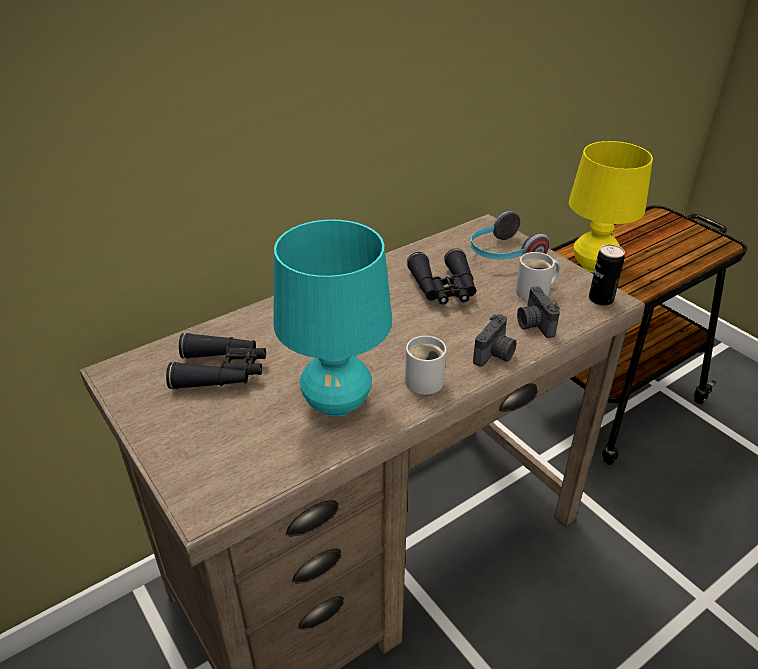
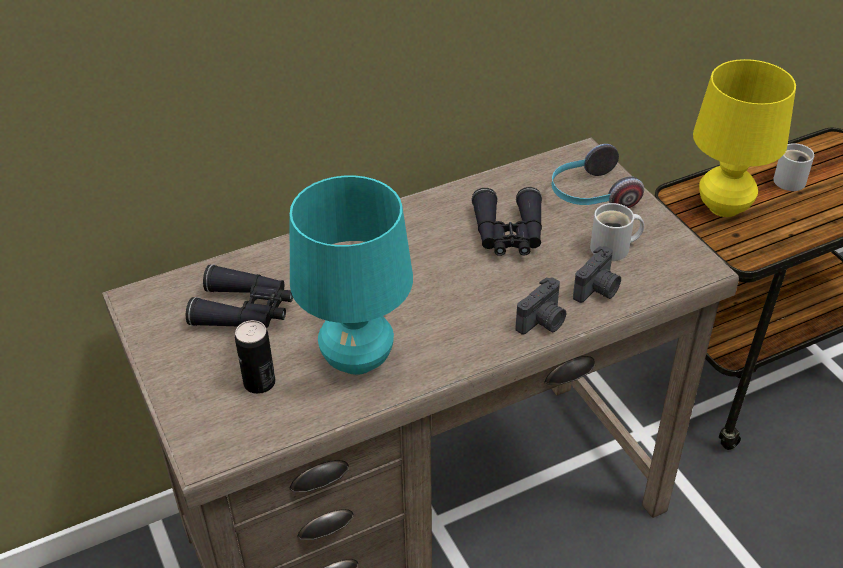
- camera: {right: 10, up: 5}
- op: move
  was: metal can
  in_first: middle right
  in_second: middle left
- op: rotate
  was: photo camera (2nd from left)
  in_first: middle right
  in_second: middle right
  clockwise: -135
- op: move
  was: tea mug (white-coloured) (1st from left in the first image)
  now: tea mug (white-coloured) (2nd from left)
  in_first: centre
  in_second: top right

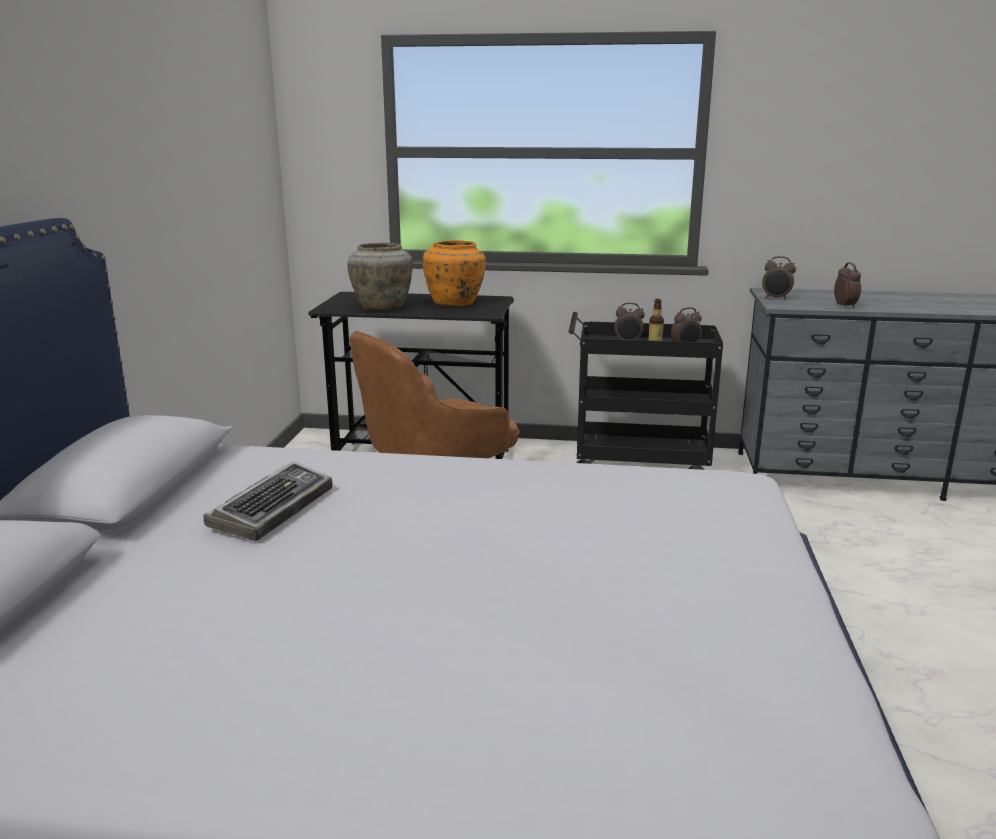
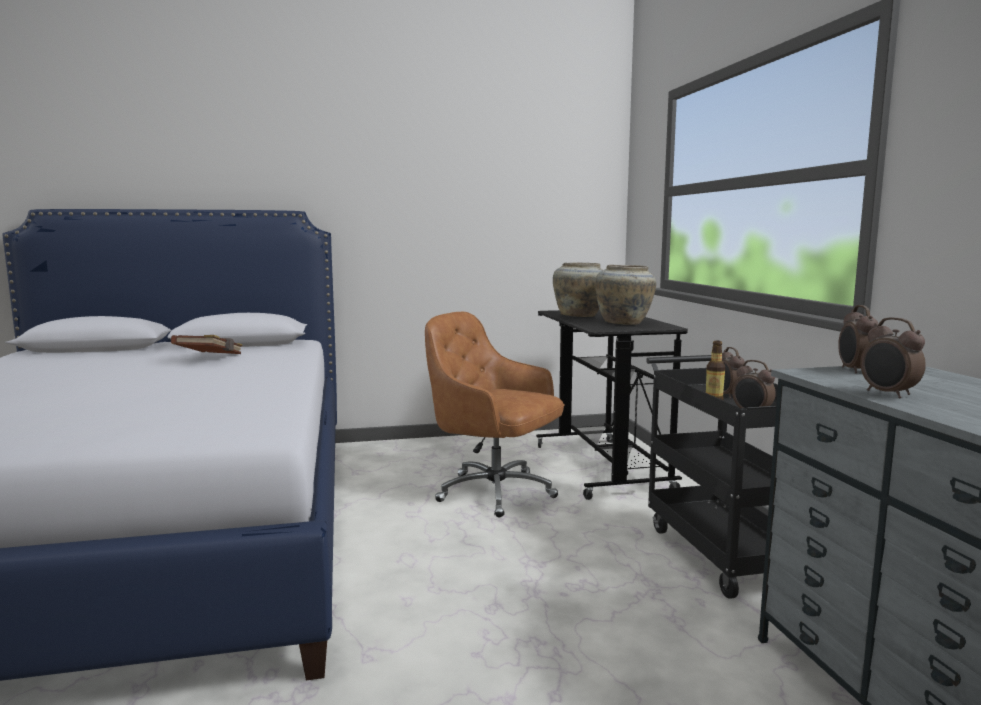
- camera: {right: 70, up: -10}
- op: recolor
  was: flower vase (orange-coloured)
  now: flower vase (sand-coloured) (2nd from left)
  in_first: top centre
  in_second: centre
- op: rotate
  was: bedside clock (4th from left)
  in_first: middle right
  in_second: middle right
  clockwise: 90
- op: replace
  was: PC keyboard
  now: book (brownish)
  in_first: middle left
  in_second: middle left

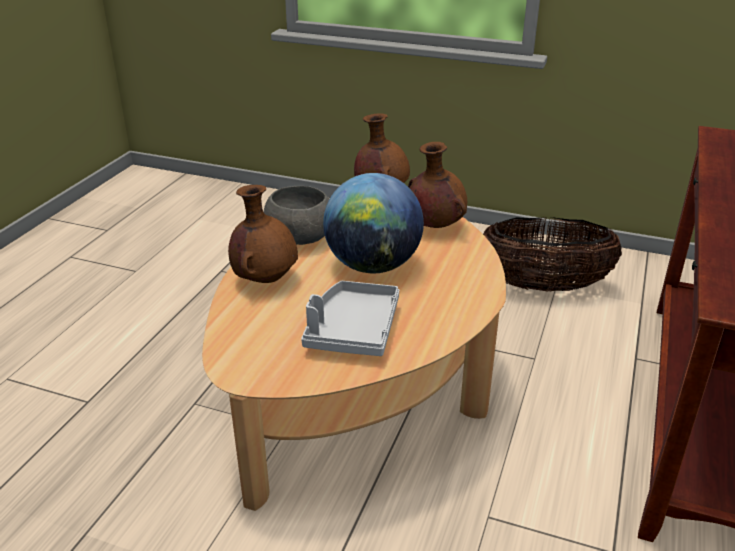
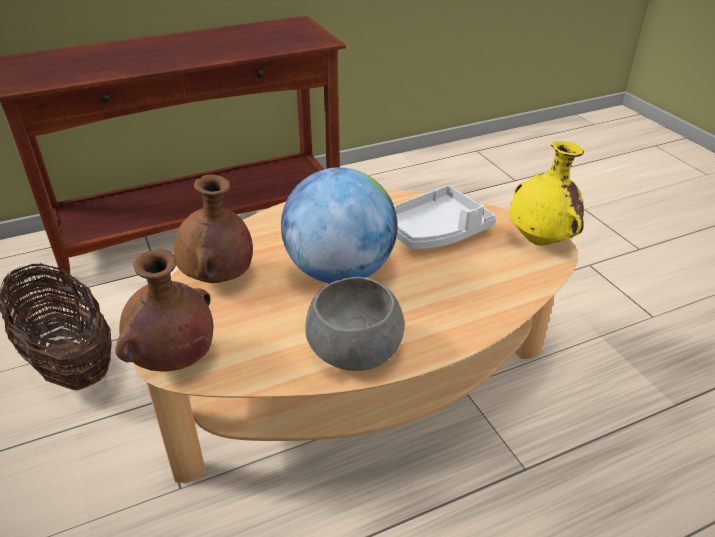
- camera: {right: -135, up: 5}
- op: delete
  was: flower vase (brownish) (1st from left)
  in_first: centre
- op: insert
  now: flower vase (yellowish)
  in_second: middle right

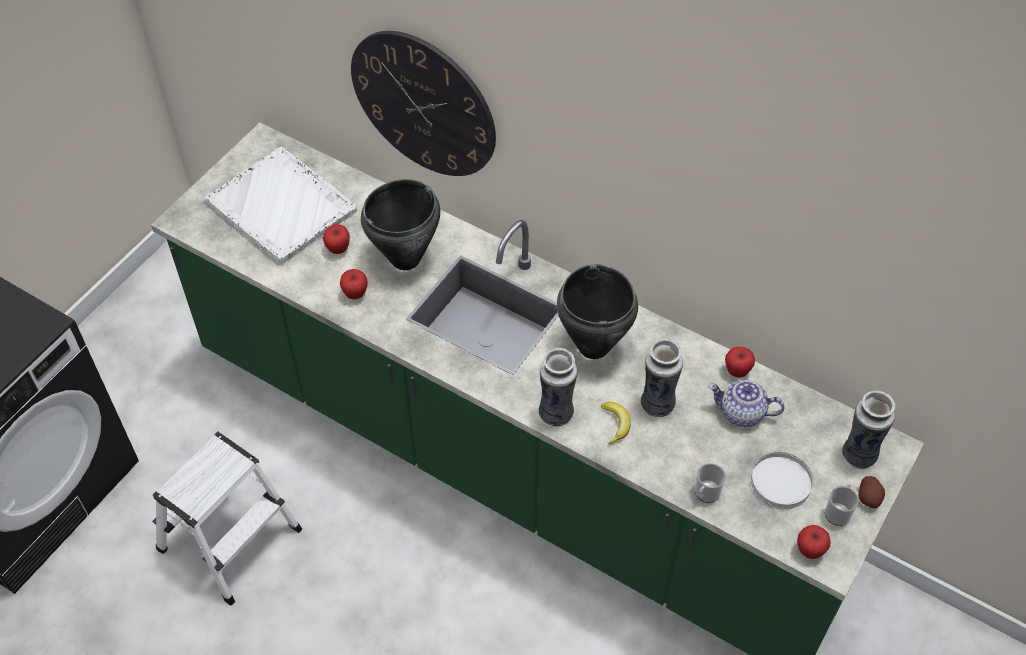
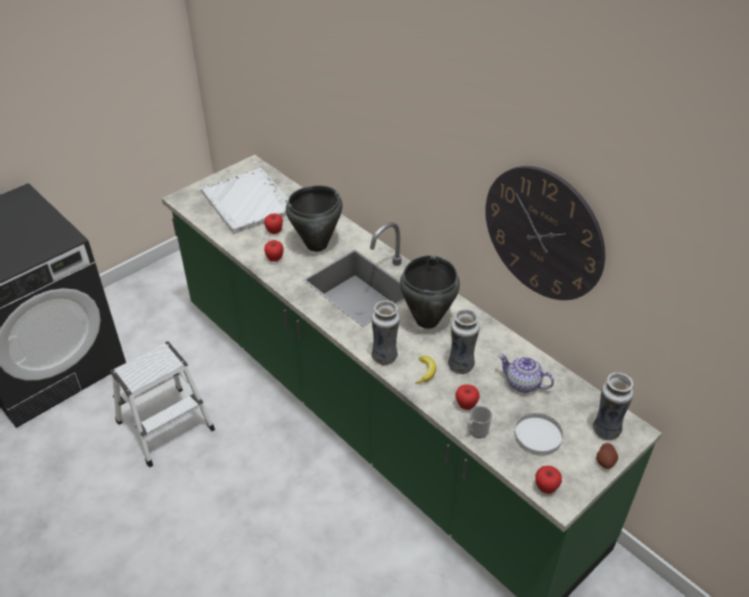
- camera: {right: 15, up: -10}
- op: move
  was: hanging clock
  in_first: top centre
  in_second: middle right
- op: move
  was: apple fruit (3rd from left)
  in_first: middle right
  in_second: centre
- op: delete
  was: tea mug (2nd from left)
  in_first: bottom right

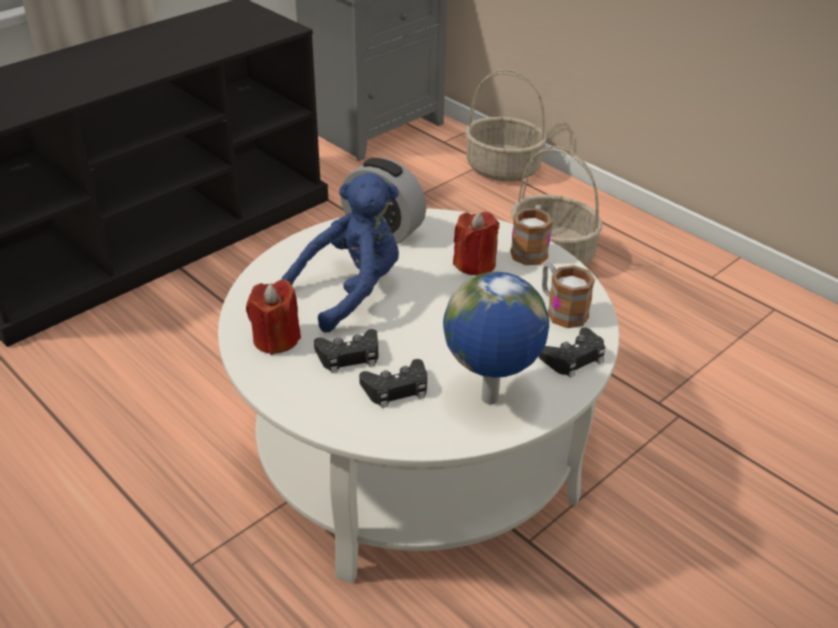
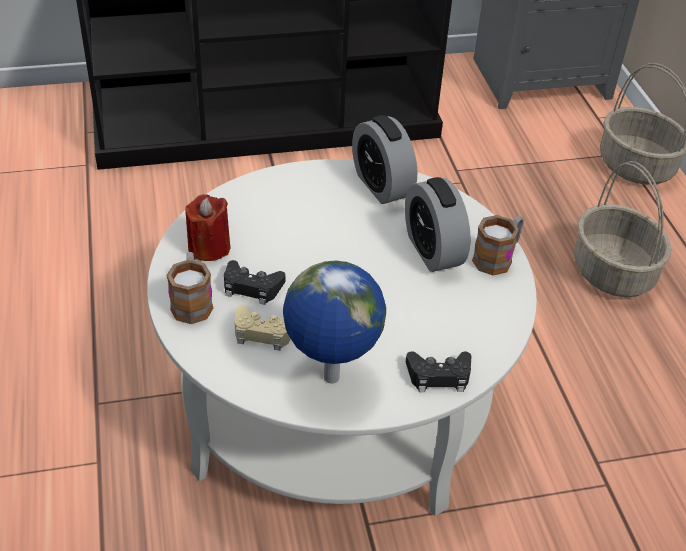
- camera: {right: 30, up: 5}
- op: delete
  was: plush toy (bluish)
  in_first: centre
- op: replace
  was: candle (reddish) (2nd from left)
  now: bedside clock (2nd from left)
  in_first: centre
  in_second: centre
- op: move
  was: tea mug (2nd from left in the first image)
  now: tea mug (1st from left)
  in_first: middle right
  in_second: middle left
- op: recolor
  was: joypad (black-coloured) (2nd from left)
  now: joypad (sand-coloured)
  in_first: centre
  in_second: centre

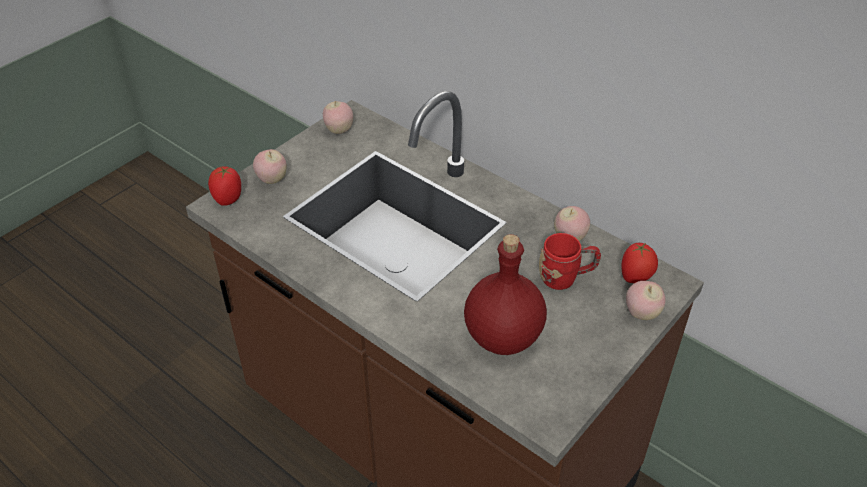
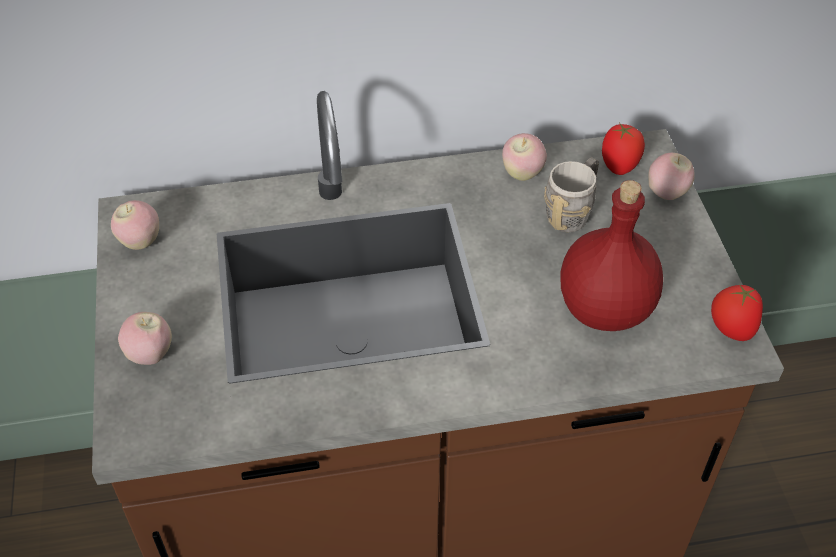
- camera: {right: -50, up: 5}
- op: move
  was: fresh tomato (1st from left in the first image)
  now: fresh tomato (2nd from left)
  in_first: middle left
  in_second: middle right
- op: recolor
  was: tea mug (reddish)
  now: tea mug (greyish)
  in_first: centre
  in_second: middle right

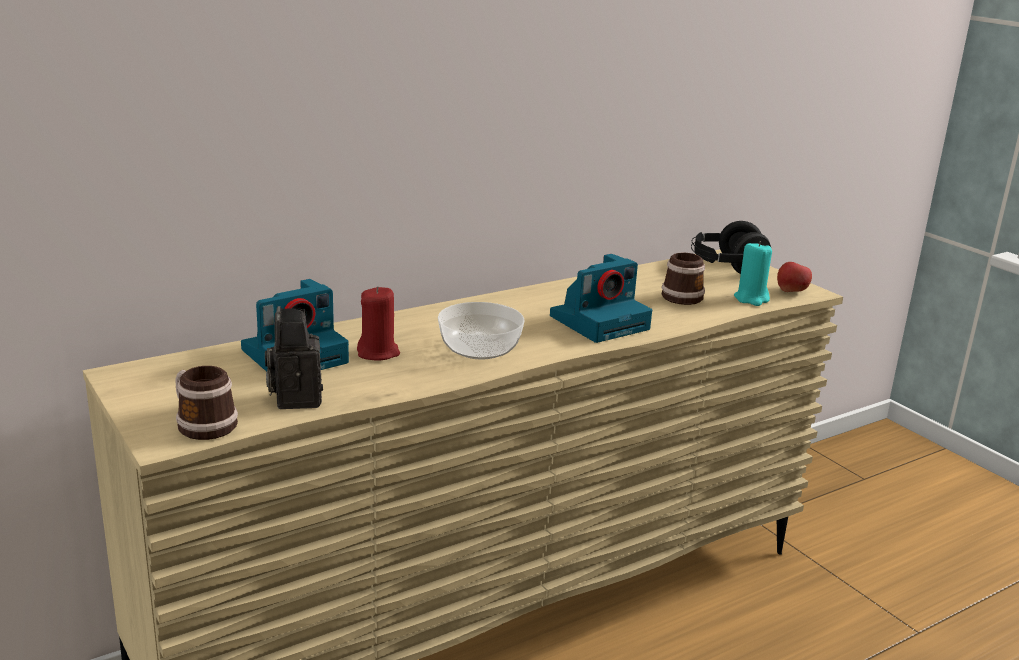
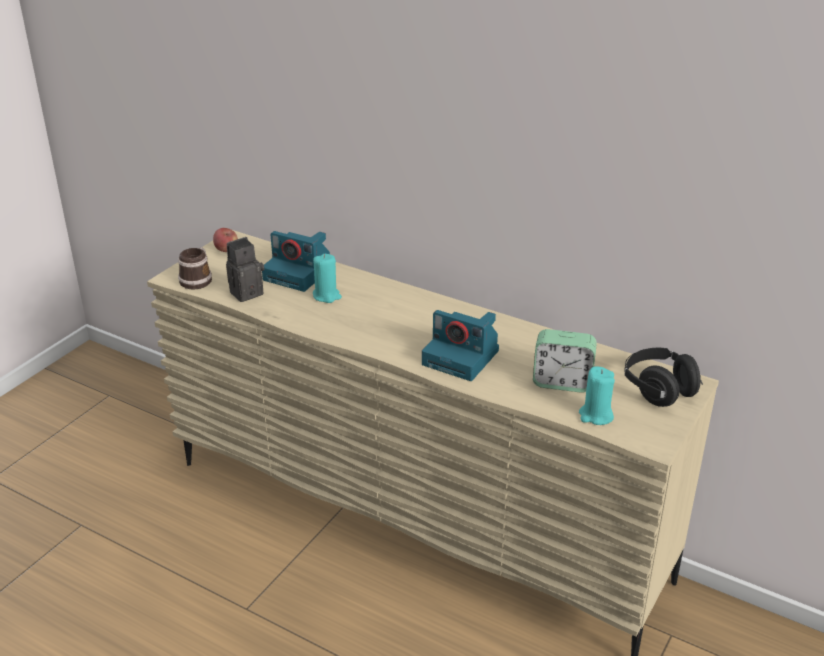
- camera: {right: 65, up: 10}
- op: replace
  was: tea mug (2nd from left)
  now: bedside clock
  in_first: middle right
  in_second: middle right
- op: move
  was: apple fruit
  in_first: middle right
  in_second: middle left
- op: recolor
  was: candle (reddish)
  now: candle (turquoise-coloured) (1st from left)
  in_first: centre
  in_second: centre
- op: delete
  was: deep dish
  in_first: centre

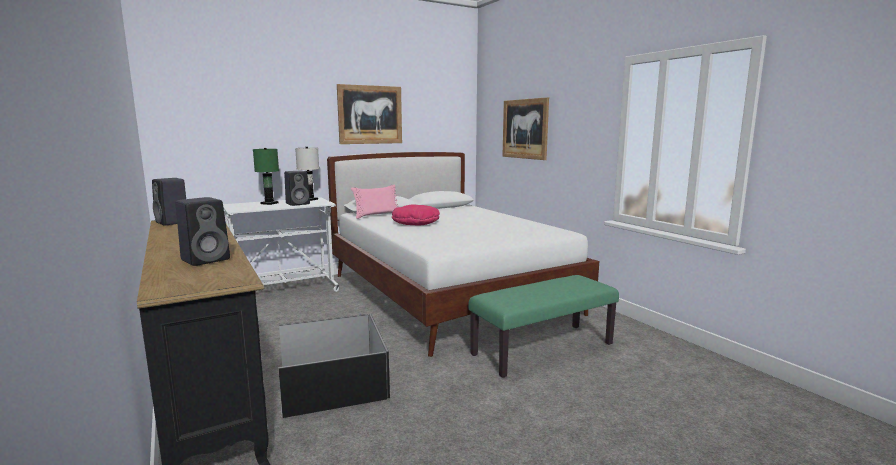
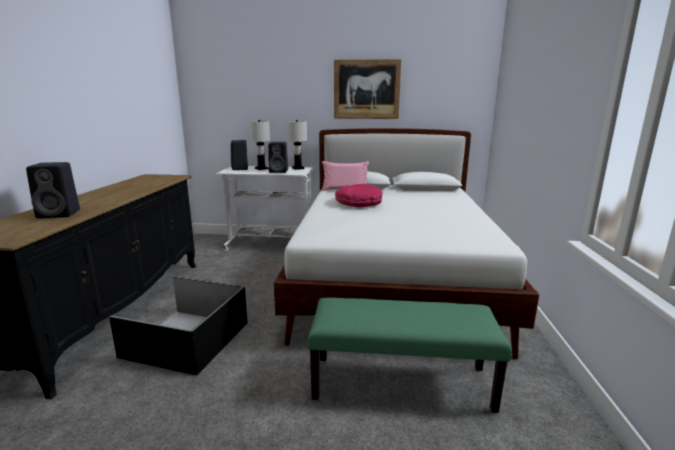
- camera: {right: 35, up: 5}
- op: delete
  was: picture (2nd from left)
  in_first: top centre
- op: recolor
  was: tabletop lamp (green)
  now: tabletop lamp (white-coloured) (1st from left)
  in_first: middle left
  in_second: top centre
- op: move
  was: audio speaker (black-coloured) (1st from left in the first image)
  now: audio speaker (black-coloured) (2nd from left)
  in_first: middle left
  in_second: centre

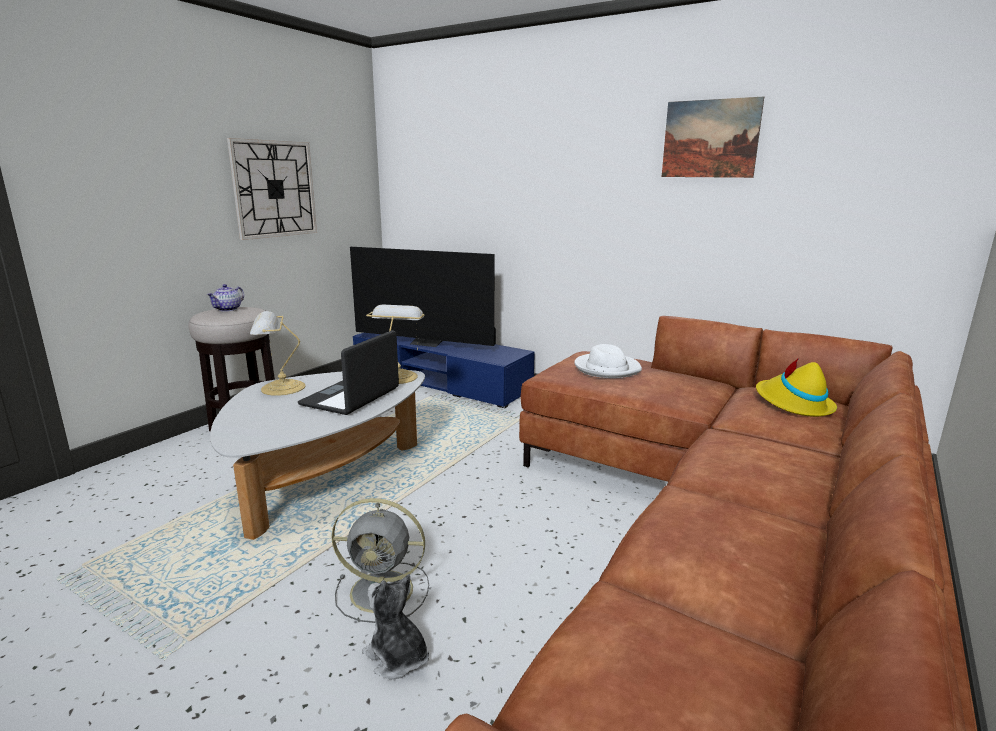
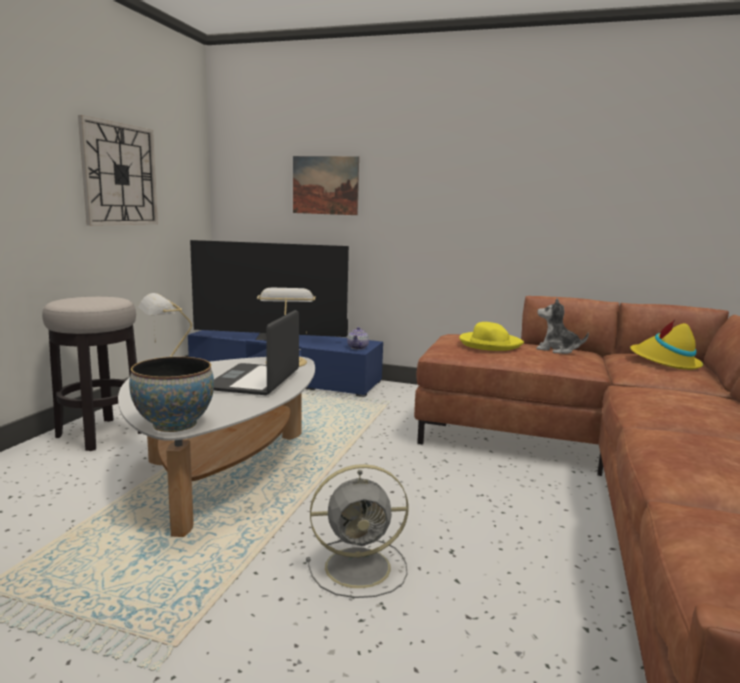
- camera: {right: -15, up: -5}
- op: move
  was: picture
  in_first: top right
  in_second: top centre
- op: move
  was: tea pot
  in_first: middle left
  in_second: centre
- op: recolor
  was: hat (white-coloured)
  now: hat (yellowish) (1st from left)
  in_first: centre
  in_second: centre
- op: move
  was: plush toy
  in_first: bottom centre
  in_second: middle right
- op: insert
  now: deep dish
  in_second: middle left

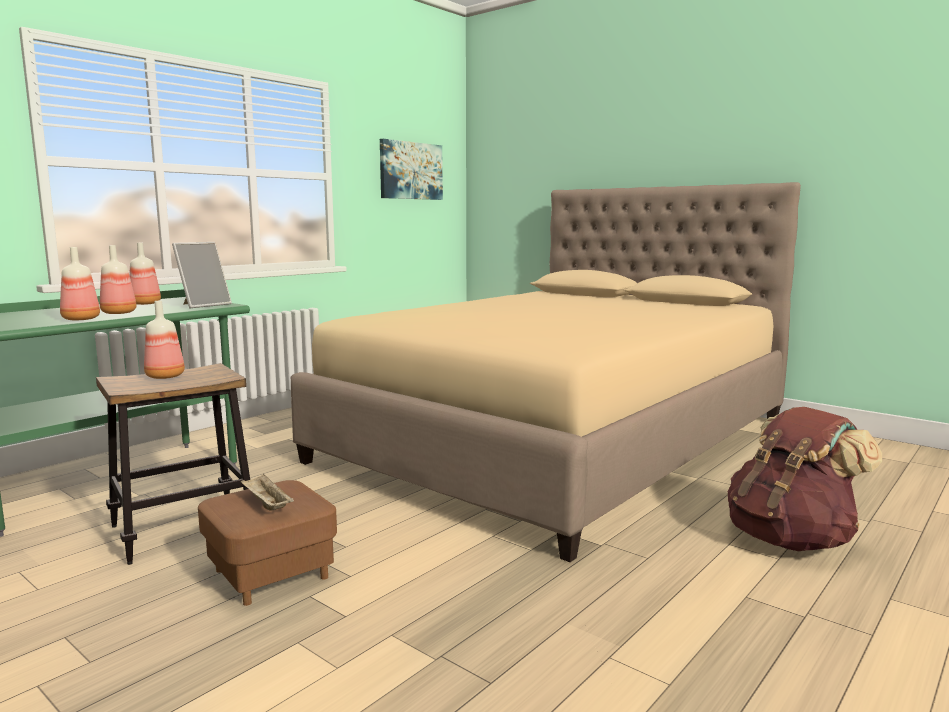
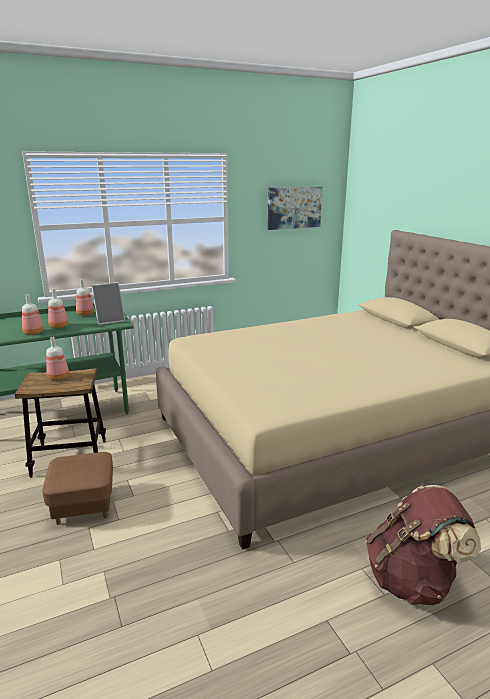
- camera: {right: 25, up: 10}
- op: delete
  was: tray (sand-coloured)
  in_first: bottom left

